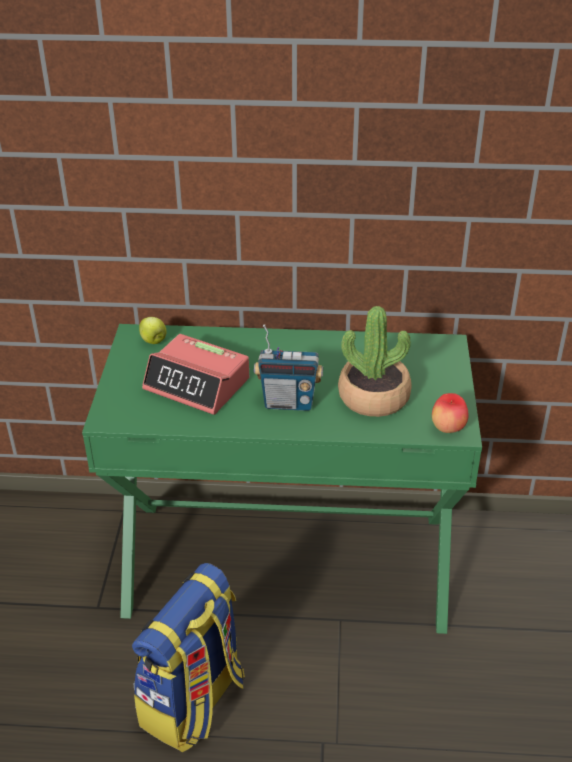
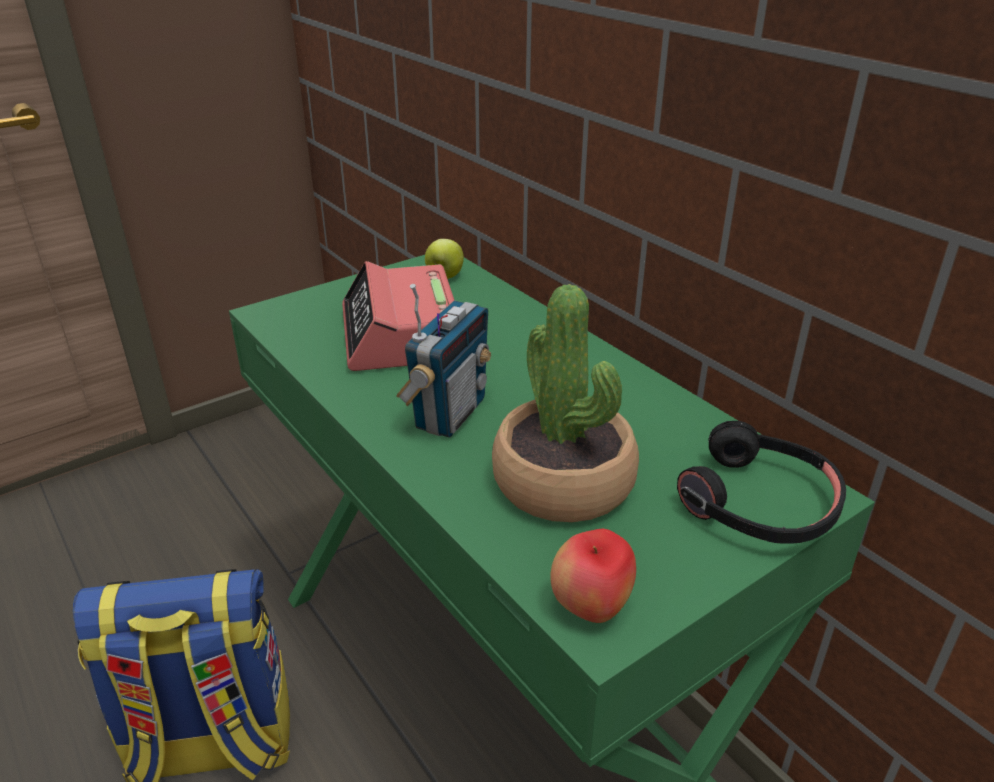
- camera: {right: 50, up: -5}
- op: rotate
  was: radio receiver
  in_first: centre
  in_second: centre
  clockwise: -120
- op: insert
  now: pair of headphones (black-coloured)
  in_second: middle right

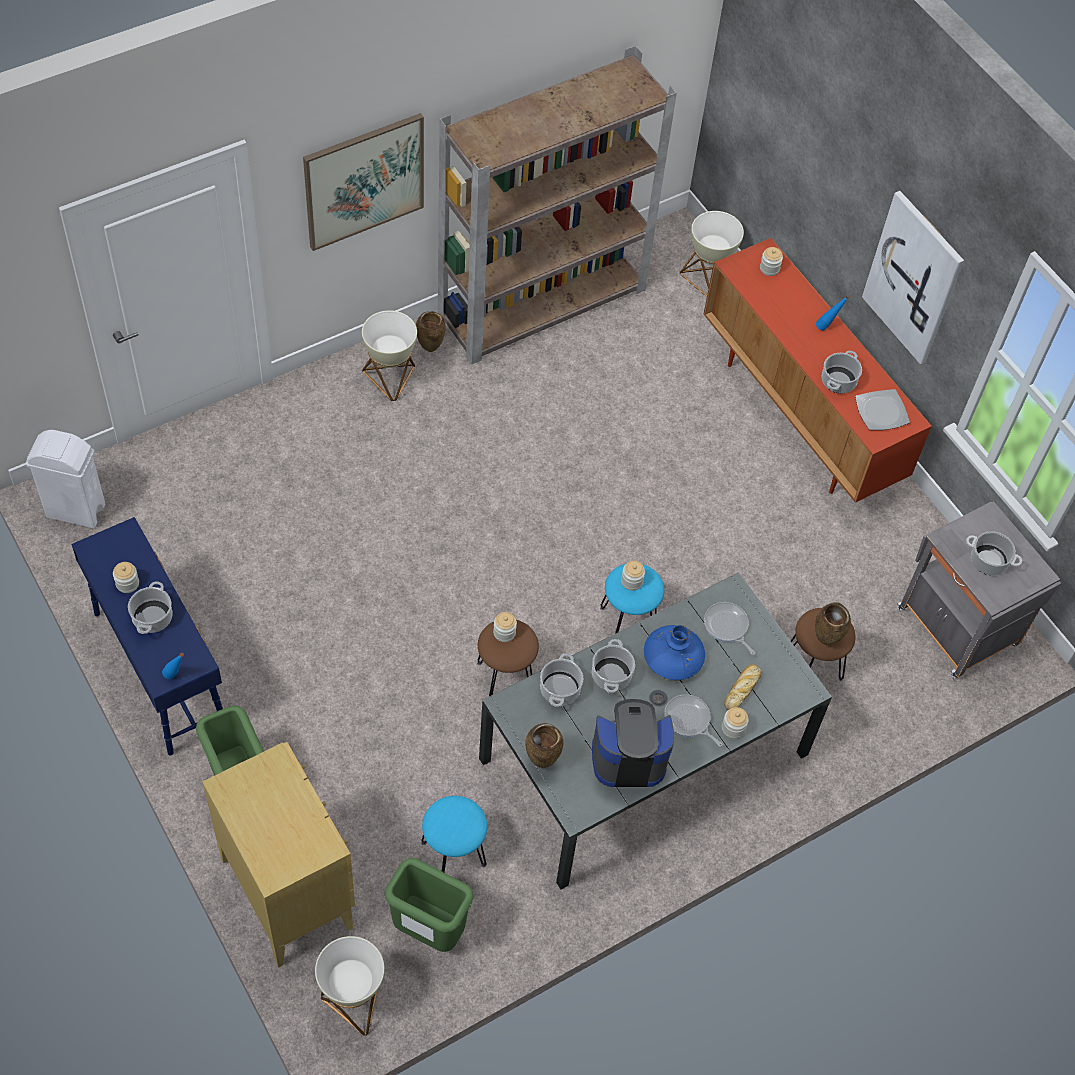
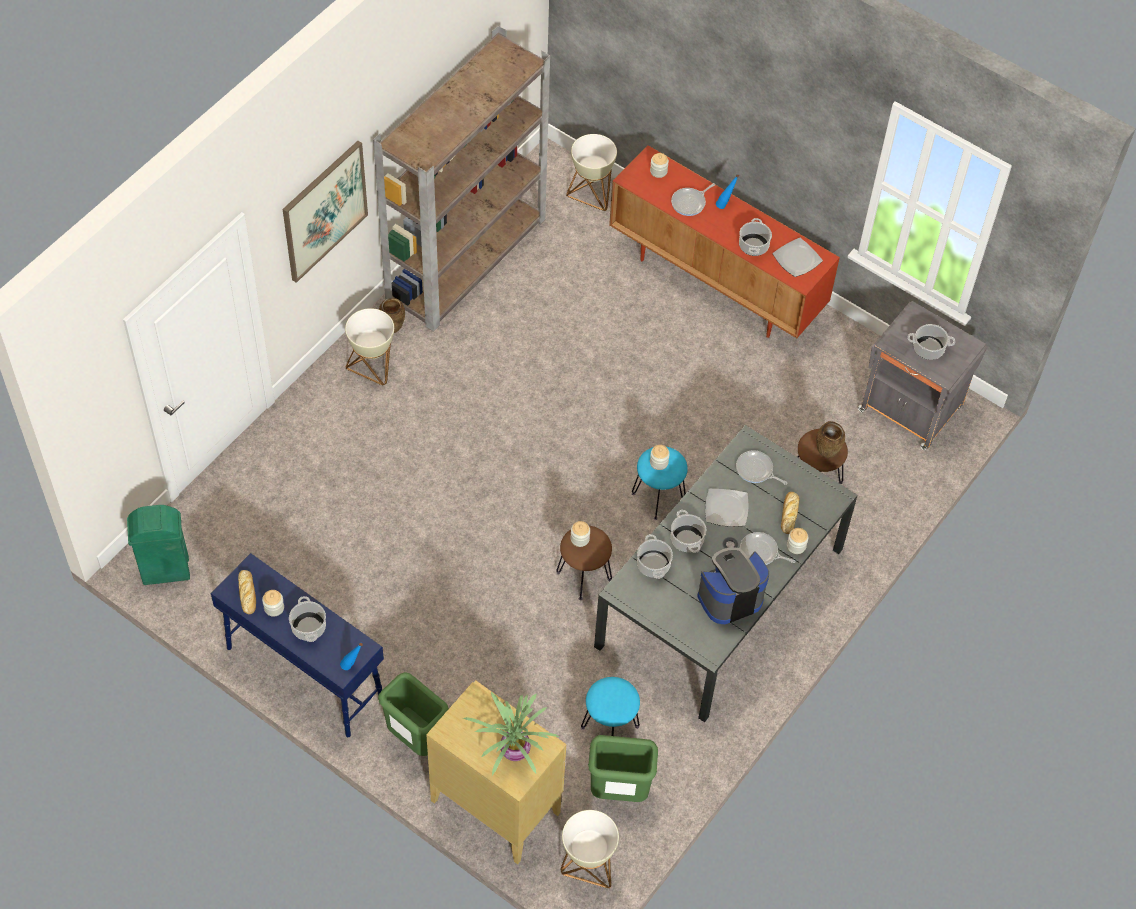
- camera: {right: -20, up: 0}
- op: delete
  was: picture (2nd from left)
  in_first: top right
- op: recolor
  was: waste bin (white-coloured)
  now: waste bin (green) (1st from left)
  in_first: middle left
  in_second: middle left
- op: replace
  was: flower vase (bluish)
  now: flat dish (1st from left)
  in_first: centre
  in_second: centre
- op: delete
  was: flower vase (brownish) (2nd from left)
  in_first: bottom centre
- op: insert
  now: pan (1st from left)
  in_second: top centre
- op: insert
  now: bakery bread (1st from left)
  in_second: middle left
- op: insert
  now: plant in a pot
  in_second: bottom centre

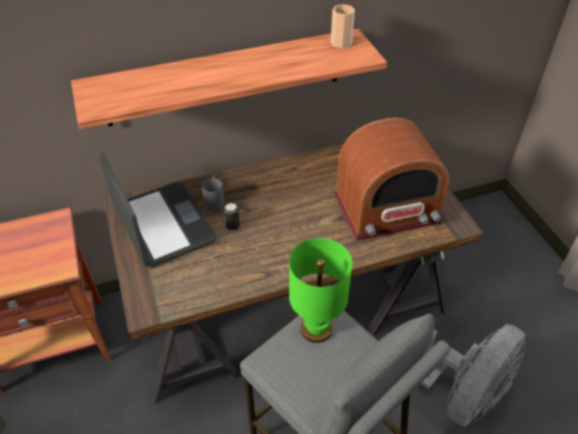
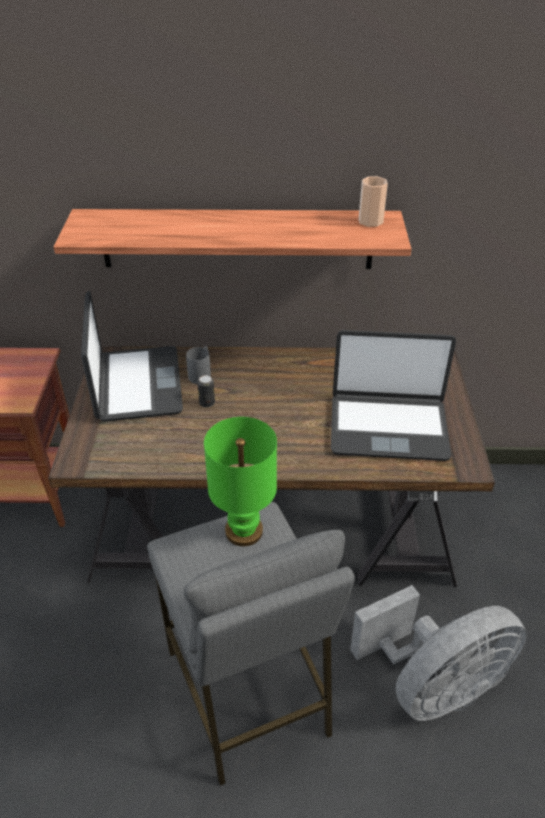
- camera: {right: 20, up: -5}
- op: replace
  was: radio receiver
  now: notebook computer (2nd from left)
  in_first: middle right
  in_second: middle right

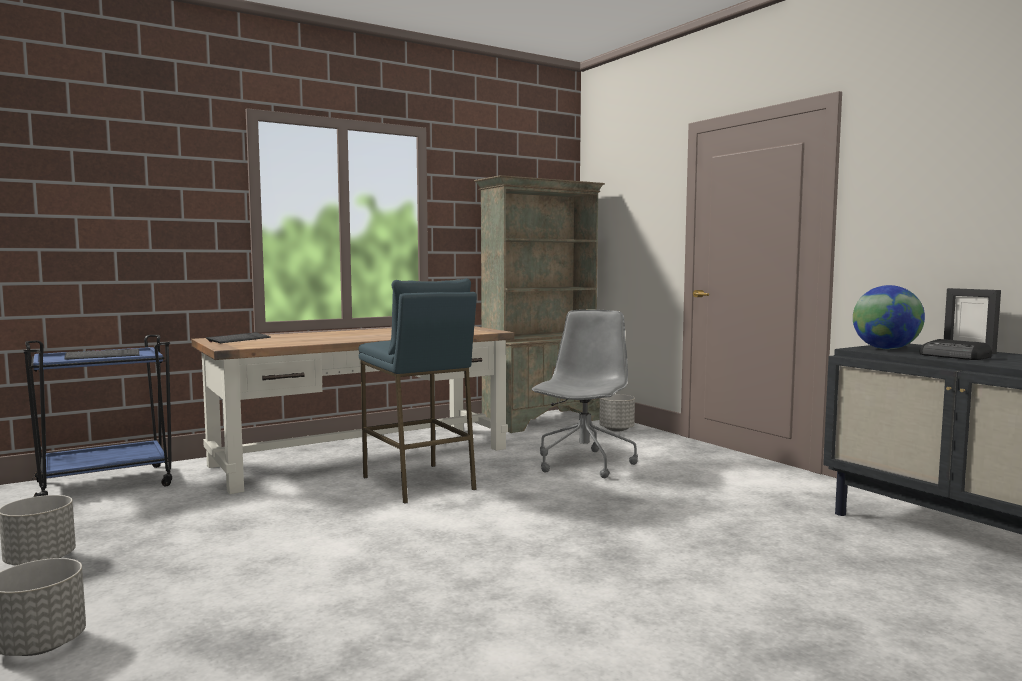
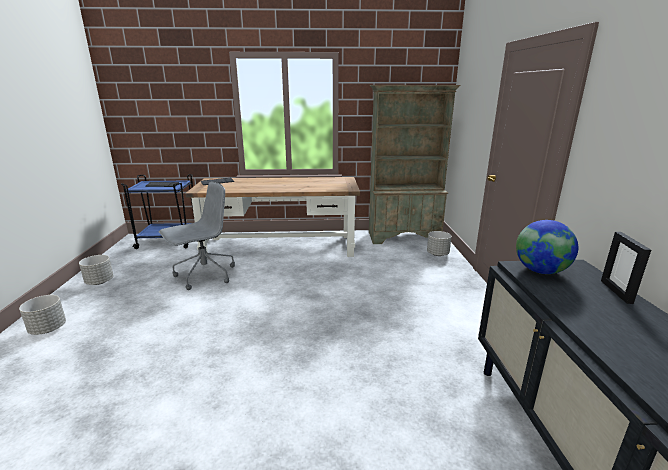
- camera: {right: 30, up: 15}
- op: delete
  was: sitting stool (bluish)
  in_first: centre
- op: move
  was: desk chair (greyish)
  in_first: centre
  in_second: middle left
- op: delete
  was: radio receiver
  in_first: middle right

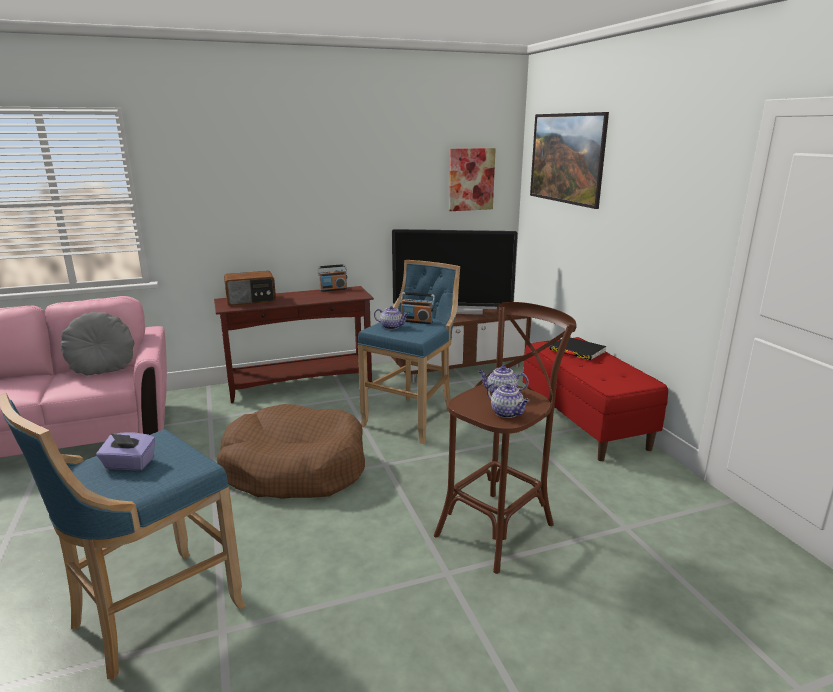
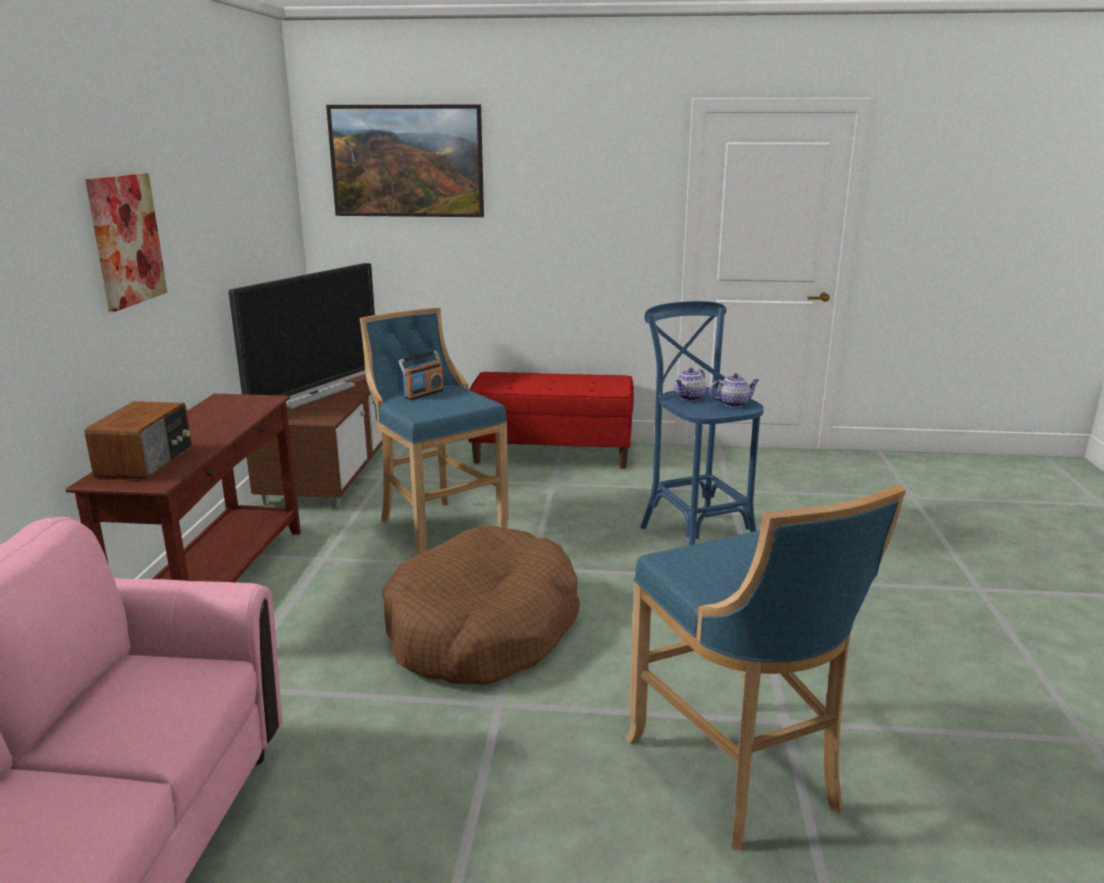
- camera: {right: -65, up: 0}
- op: move
  was: picture (1st from left)
  in_first: top centre
  in_second: top left
- op: delete
  was: radio receiver (2nd from left)
  in_first: centre
- op: recolor
  was: sitting stool (brownish)
  now: sitting stool (bluish) (2nd from left)
  in_first: centre
  in_second: centre
- op: delete
  was: tea pot (1st from left)
  in_first: centre
- op: delete
  was: throw pillow (greyish)
  in_first: middle left
- op: delete
  was: book (black-coloured)
  in_first: middle right
- op: delete
  was: tissue box (purplish)
  in_first: middle left

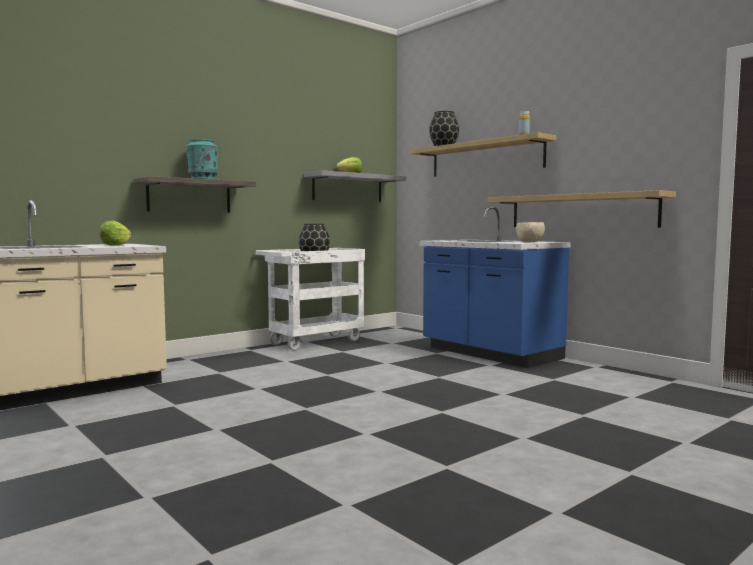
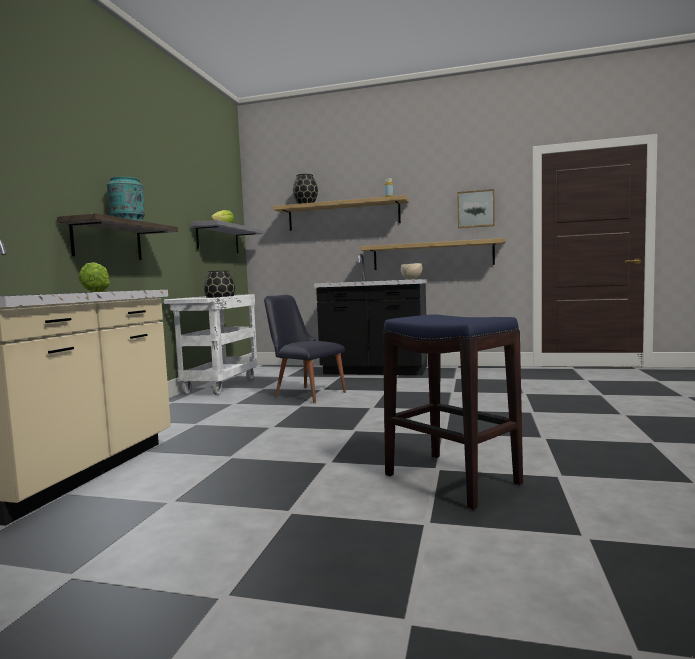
- camera: {right: -35, up: 0}
- op: recolor
  was: kitchen counter (bluish)
  now: kitchen counter (black-coloured)
  in_first: centre
  in_second: centre
- op: insert
  now: picture
  in_second: top right
- op: insert
  now: upright chair (black-coloured)
  in_second: centre
- op: insert
  now: sitting stool
  in_second: centre

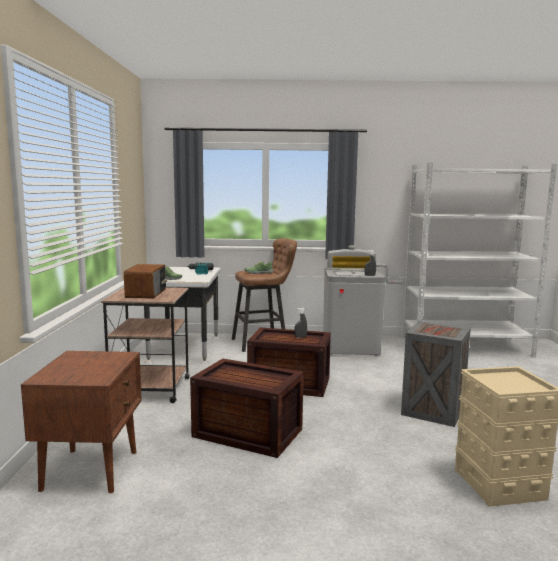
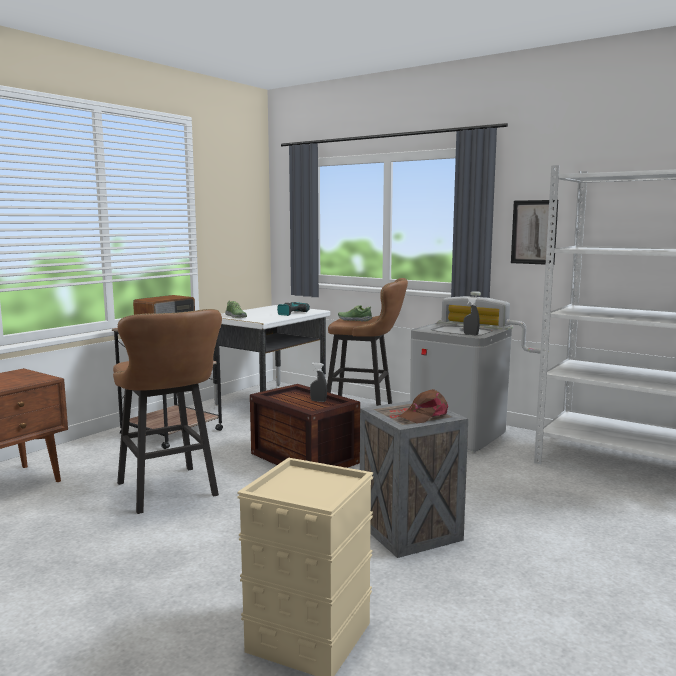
- camera: {right: 35, up: 0}
- op: replace
  was: packing crate (1st from left)
  now: sitting stool (brownish) (1st from left)
  in_first: bottom centre
  in_second: middle left
- op: insert
  now: picture
  in_second: middle right
- op: insert
  now: cap (brownish)
  in_second: centre

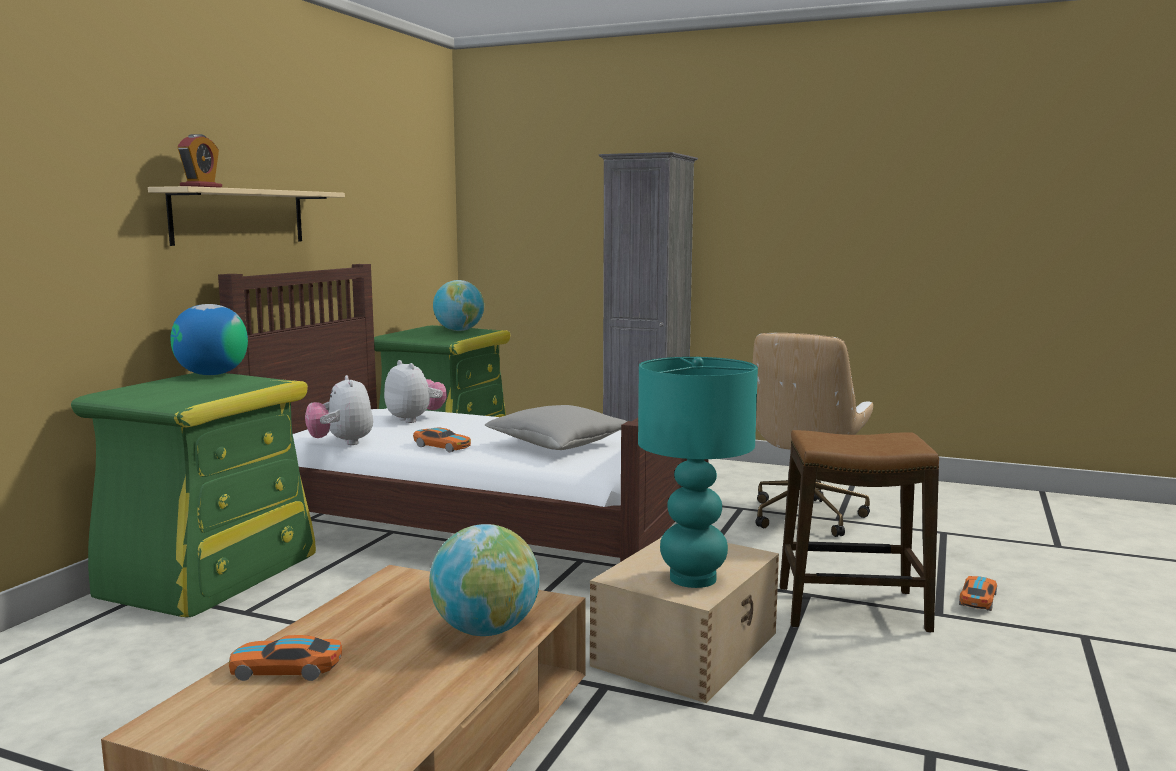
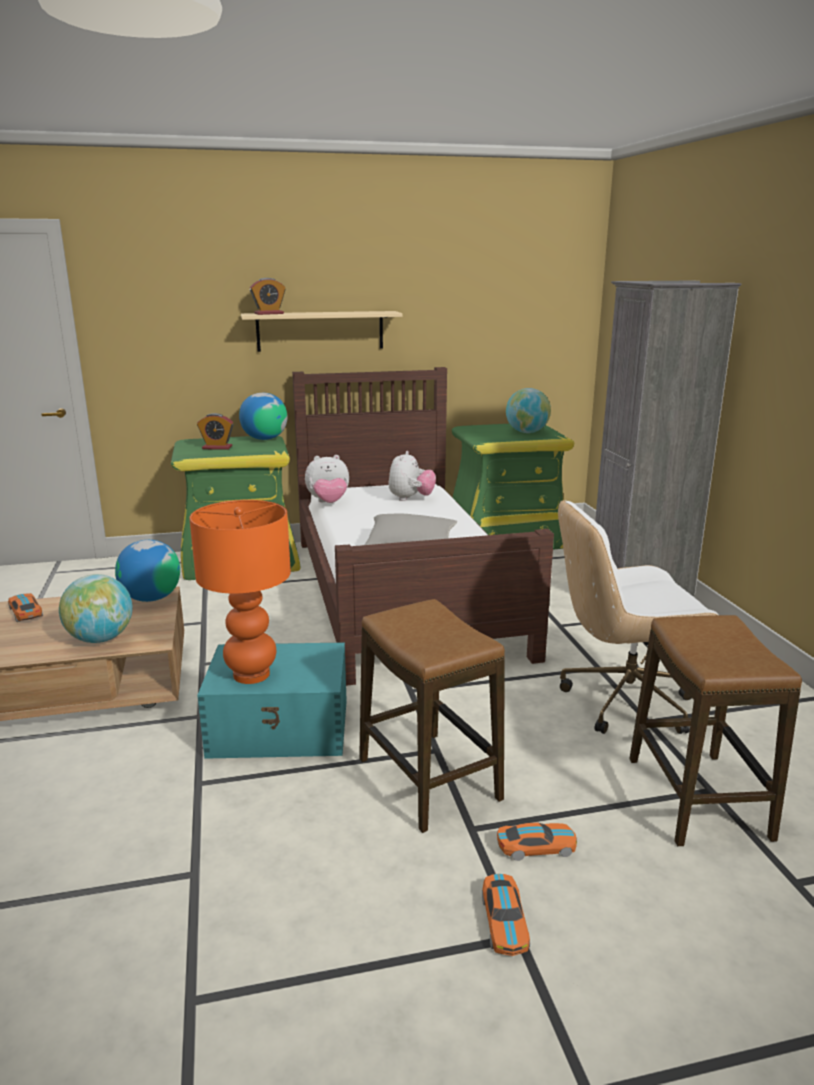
- camera: {right: 55, up: 10}
- op: recolor
  was: tabletop lamp (turquoise-coloured)
  now: tabletop lamp (orange-coloured)
  in_first: centre
  in_second: middle left
- op: rotate
  was: plush toy (1st from left)
  in_first: middle left
  in_second: centre
  clockwise: -135
- op: move
  was: toy car (2nd from left)
  in_first: centre
  in_second: bottom centre
- op: recolor
  was: storage container (sand-coloured)
  now: storage container (turquoise-coloured)
  in_first: bottom centre
  in_second: centre
- op: insert
  now: bedside clock (1st from left)
  in_second: middle left
- op: insert
  now: globe (2nd from left)
  in_second: middle left
- op: insert
  now: sitting stool (2nd from left)
  in_second: bottom right

